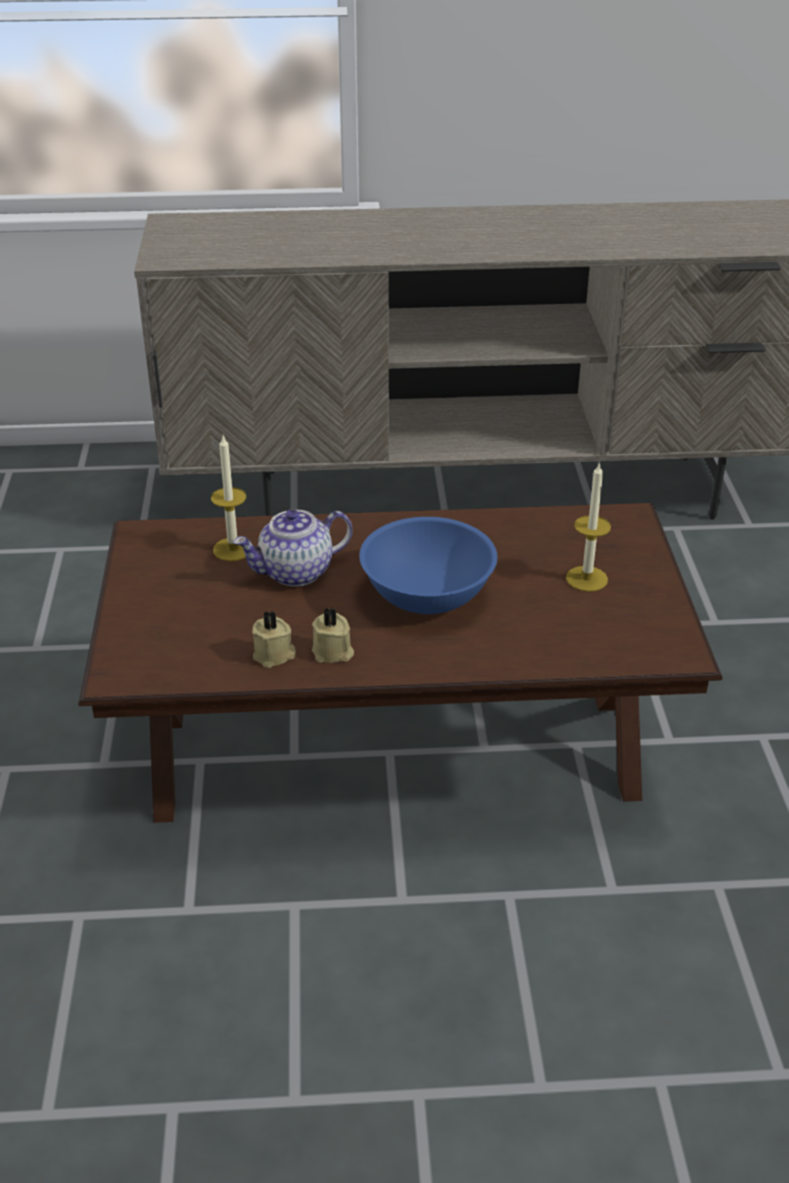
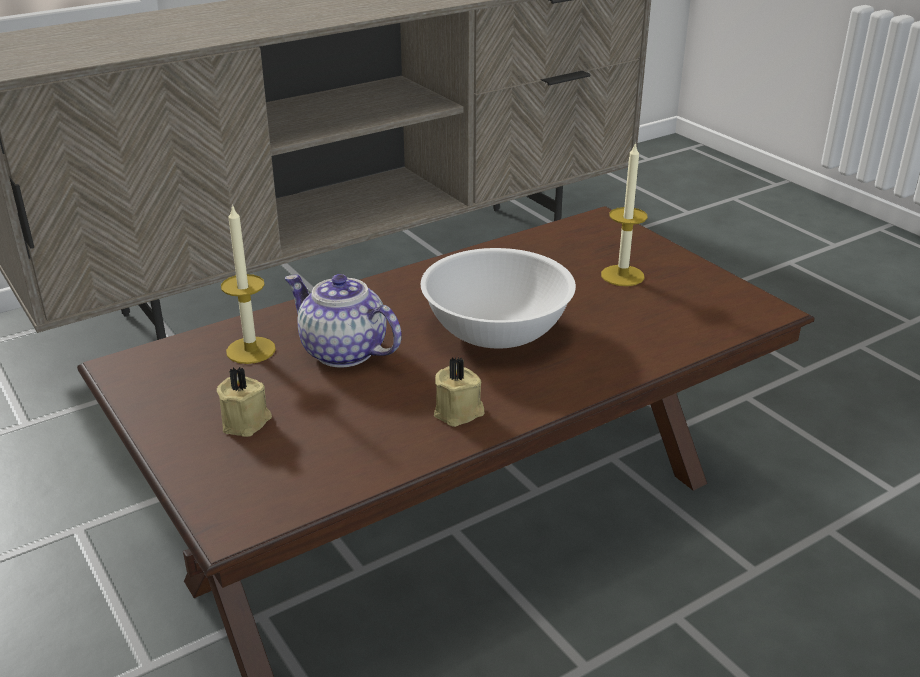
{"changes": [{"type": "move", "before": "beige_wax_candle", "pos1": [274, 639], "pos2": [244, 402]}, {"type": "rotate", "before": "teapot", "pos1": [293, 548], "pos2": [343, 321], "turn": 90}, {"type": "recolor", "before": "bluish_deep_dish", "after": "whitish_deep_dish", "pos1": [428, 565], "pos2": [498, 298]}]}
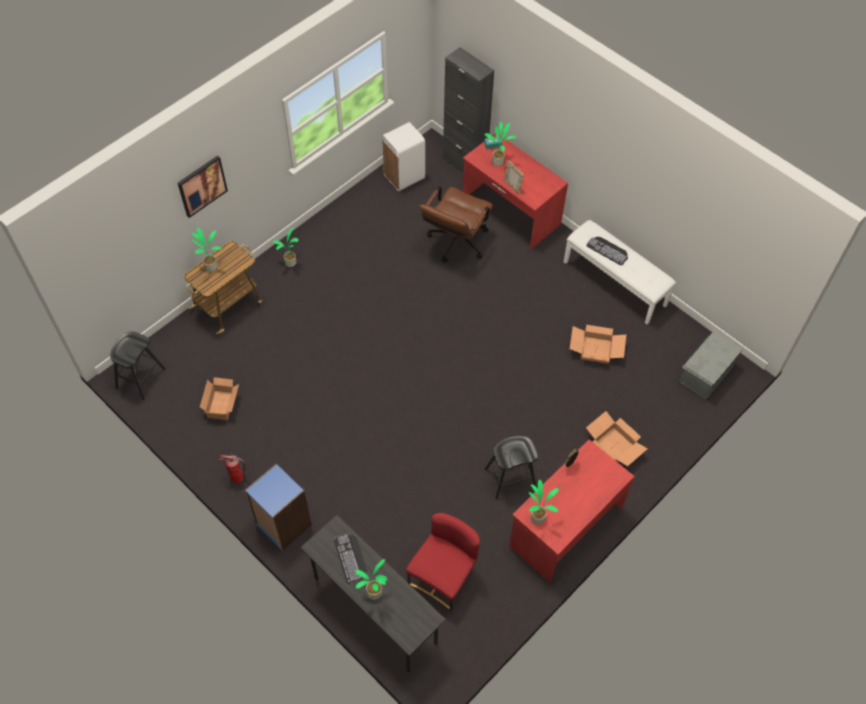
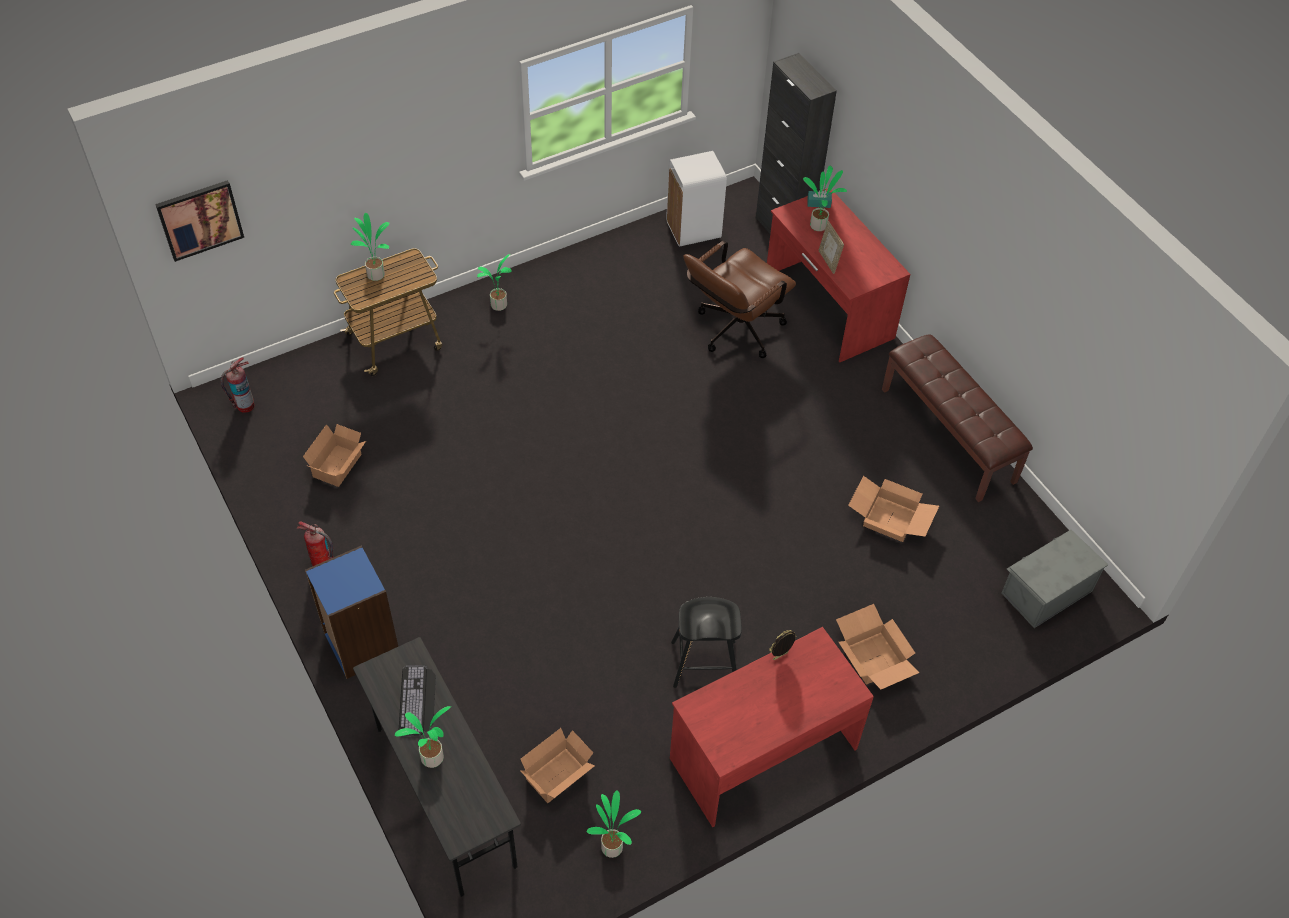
{"changes": [{"type": "move", "before": "wall_picture", "pos1": [203, 187], "pos2": [199, 221]}, {"type": "replace", "before": "blackish_sitting_stool", "after": "extinguisher", "pos1": [138, 365], "pos2": [238, 384]}, {"type": "replace", "before": "red-coloured_chair", "after": "carton", "pos1": [443, 562], "pos2": [557, 765]}, {"type": "move", "before": "potted_plant", "pos1": [544, 502], "pos2": [614, 824]}, {"type": "recolor", "before": "whitish_bench", "after": "brown-coloured_bench", "pos1": [620, 272], "pos2": [957, 418]}, {"type": "delete", "before": "computer_keyboard", "pos1": [607, 251]}]}
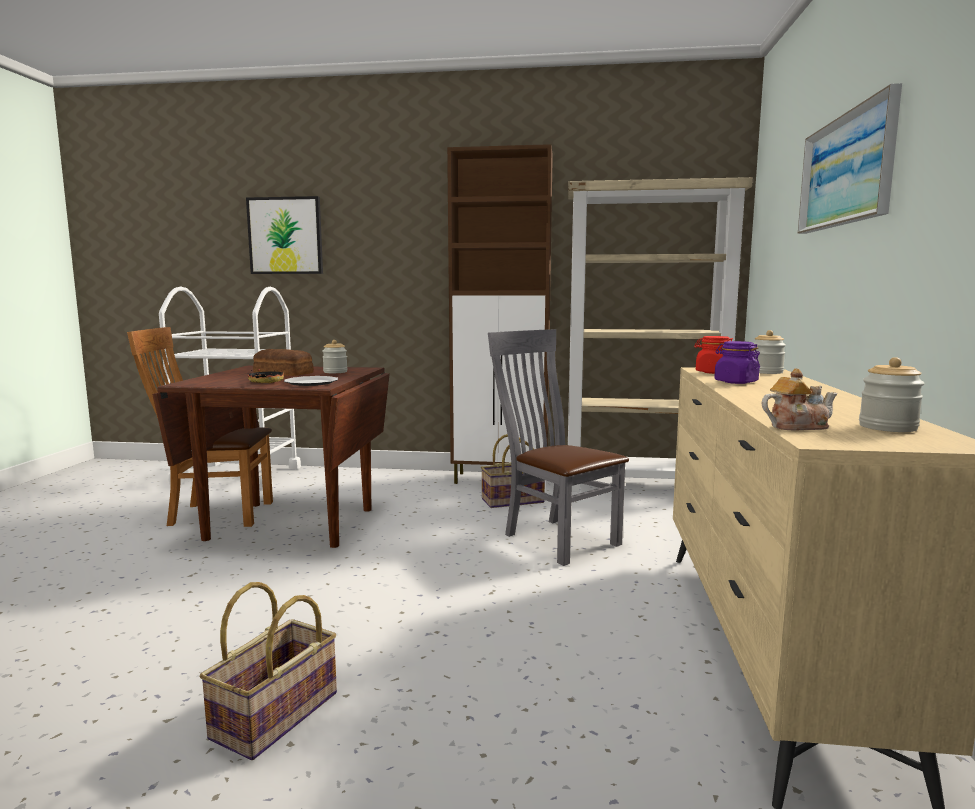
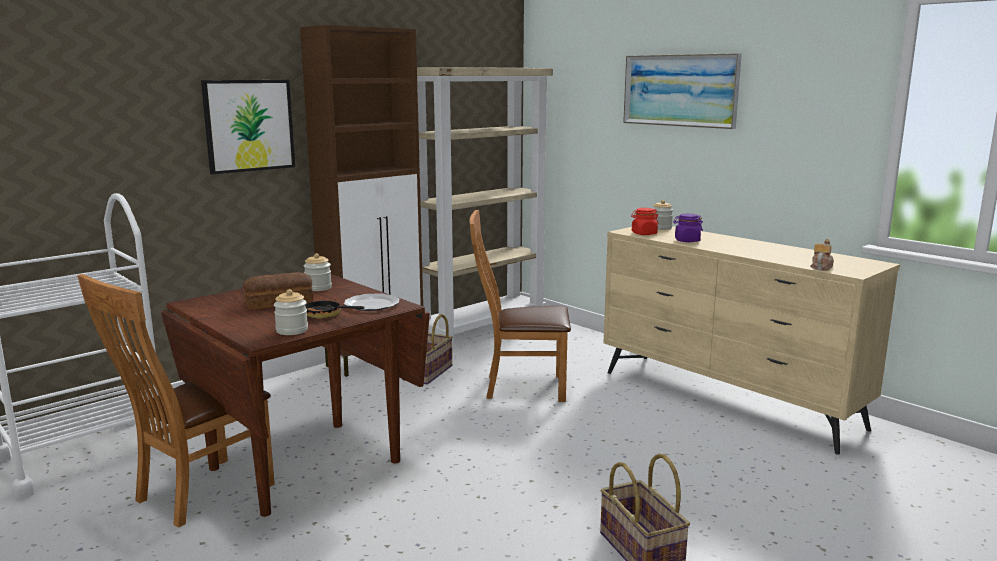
{"changes": [{"type": "move", "before": "wall_picture", "pos1": [284, 235], "pos2": [248, 127]}, {"type": "move", "before": "storage_jar", "pos1": [892, 394], "pos2": [291, 312]}, {"type": "recolor", "before": "grey_chair", "after": "brown-coloured_chair", "pos1": [558, 447], "pos2": [520, 306]}]}
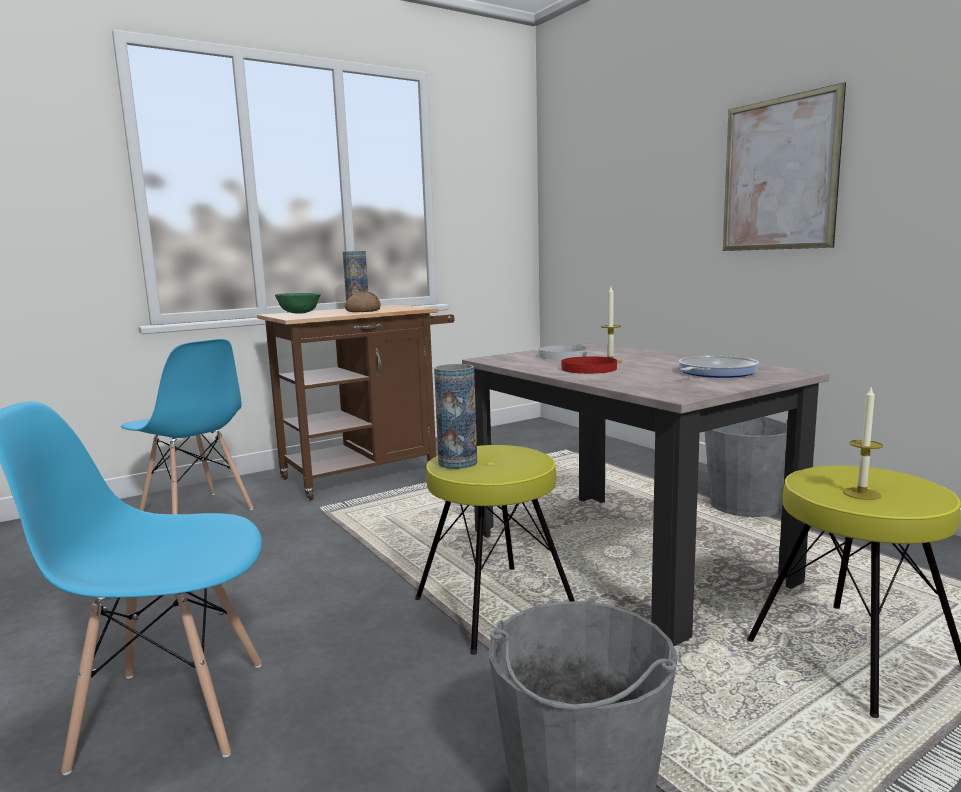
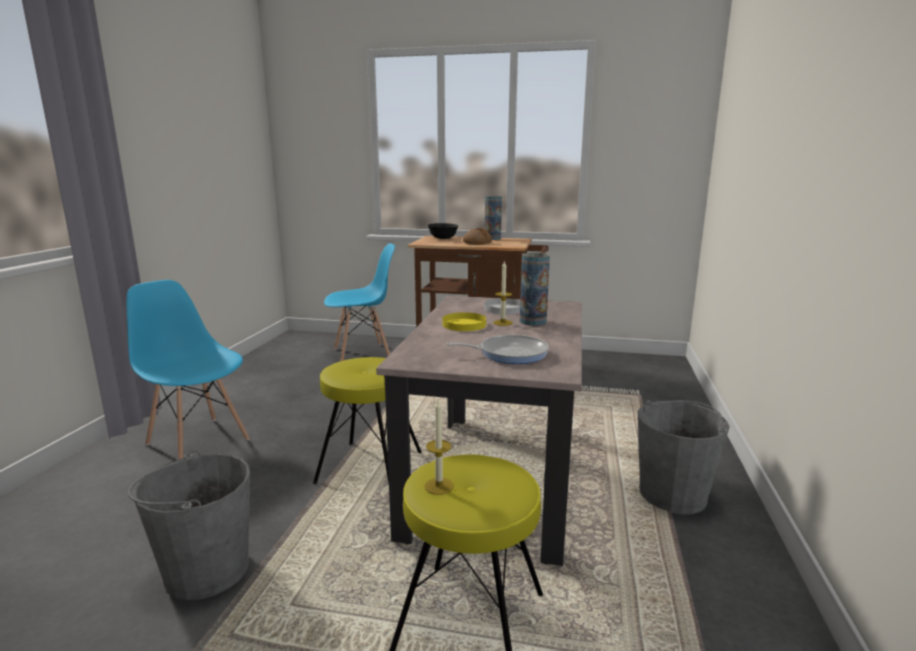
{"changes": [{"type": "rotate", "before": "bluish_chair", "pos1": [187, 426], "pos2": [359, 302], "turn": -105}, {"type": "recolor", "before": "green_deep_dish", "after": "blackish_deep_dish", "pos1": [298, 303], "pos2": [443, 231]}, {"type": "recolor", "before": "red-coloured_plate", "after": "yellow_plate", "pos1": [589, 365], "pos2": [464, 321]}, {"type": "move", "before": "flower_vase", "pos1": [455, 416], "pos2": [535, 289]}, {"type": "delete", "before": "wall_picture", "pos1": [784, 166]}]}
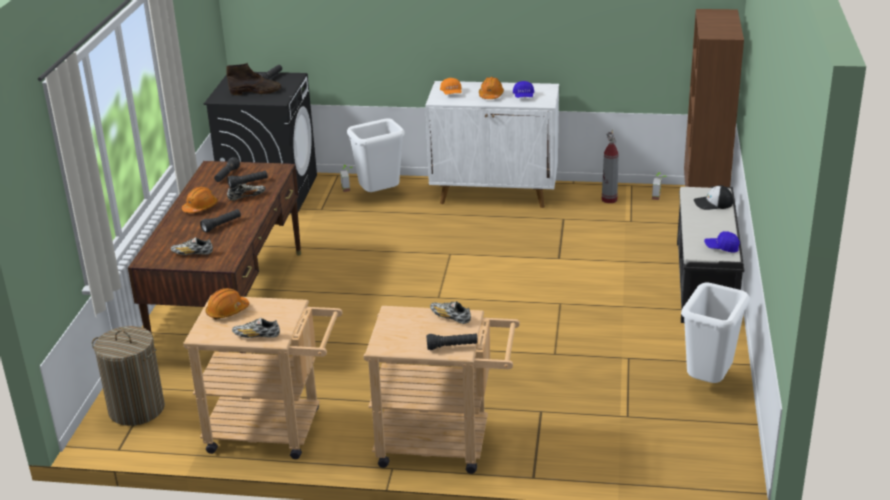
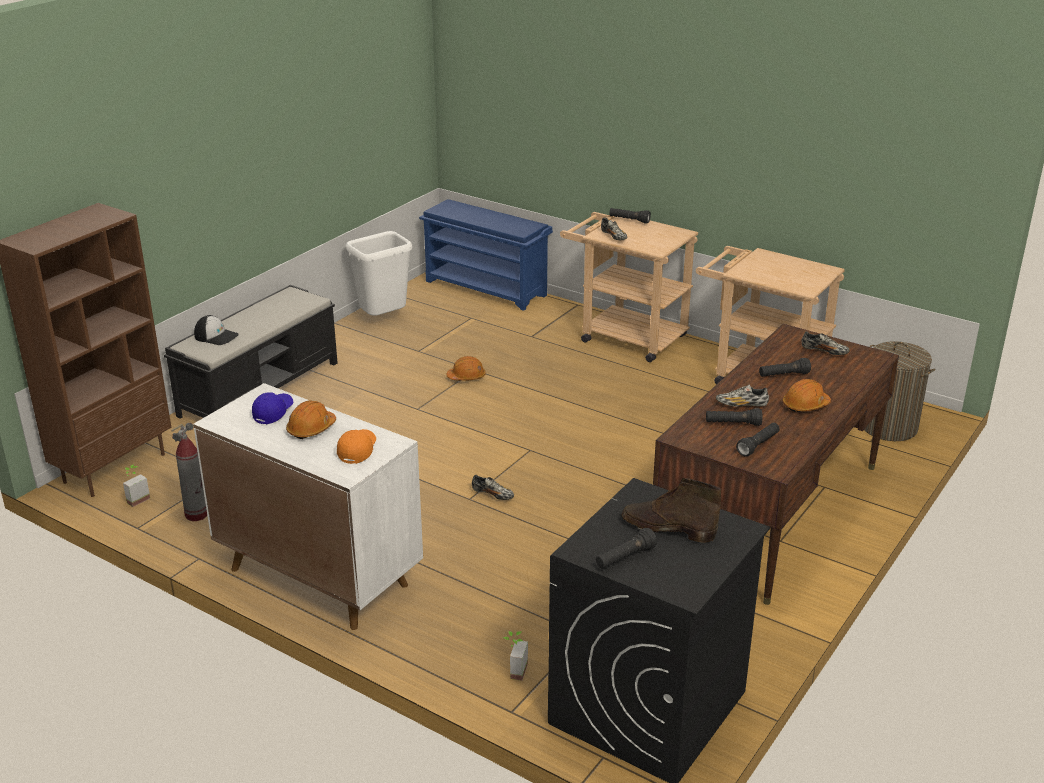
{"changes": [{"type": "insert", "after": "bluish_shoe_stand", "pos2": [486, 255]}, {"type": "move", "before": "orange-coloured_safety_helmet", "pos1": [227, 303], "pos2": [466, 368]}, {"type": "move", "before": "item_of_footwear", "pos1": [256, 328], "pos2": [493, 487]}, {"type": "delete", "before": "whitish_rubbish_bin", "pos1": [376, 155]}, {"type": "delete", "before": "bluish_cap", "pos1": [722, 241]}]}
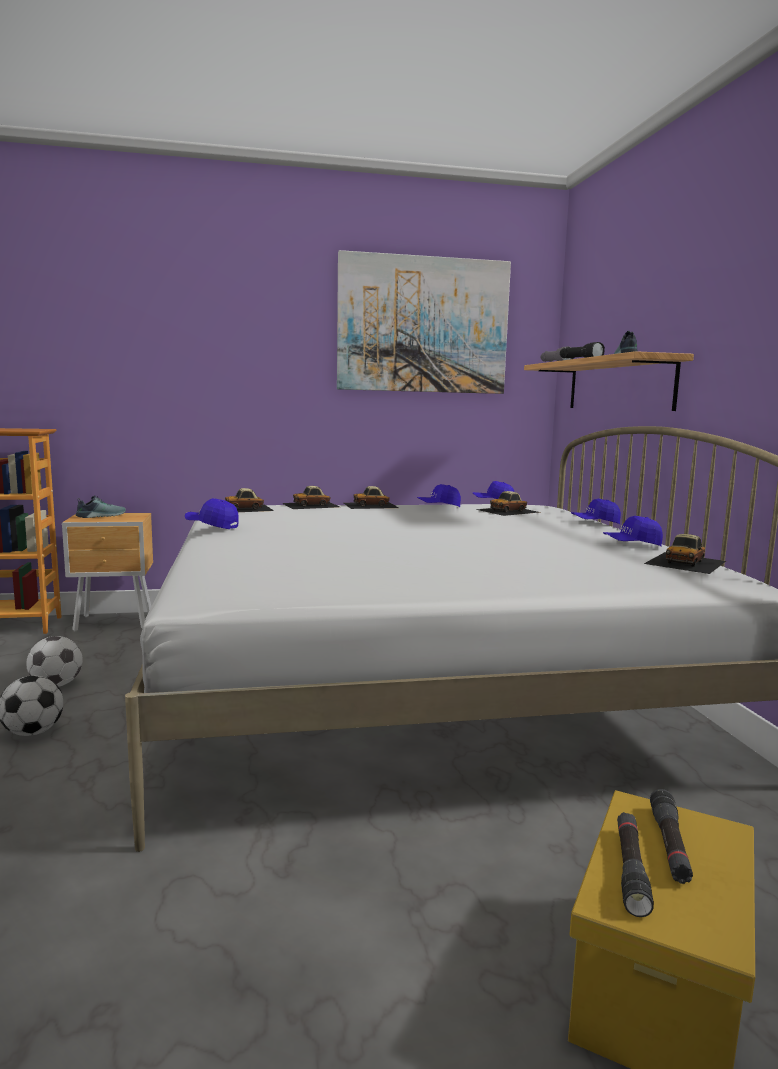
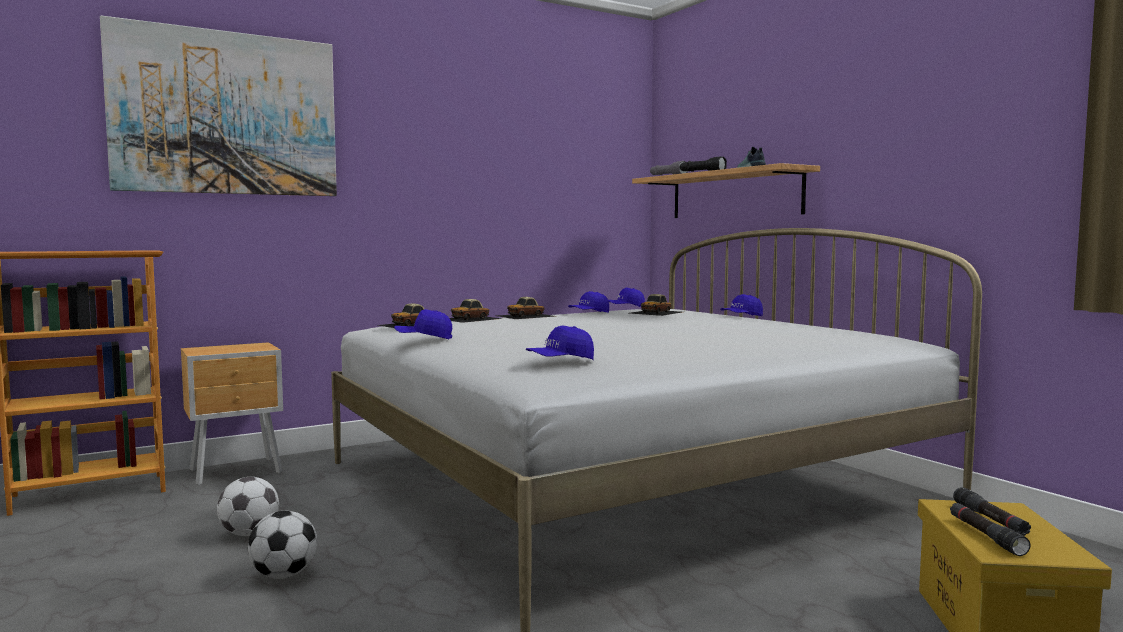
{"changes": [{"type": "move", "before": "wall_picture", "pos1": [424, 322], "pos2": [218, 106]}, {"type": "move", "before": "bluish_cap", "pos1": [633, 531], "pos2": [560, 343]}, {"type": "delete", "before": "item_of_footwear", "pos1": [101, 506]}, {"type": "delete", "before": "toy_car", "pos1": [685, 554]}]}
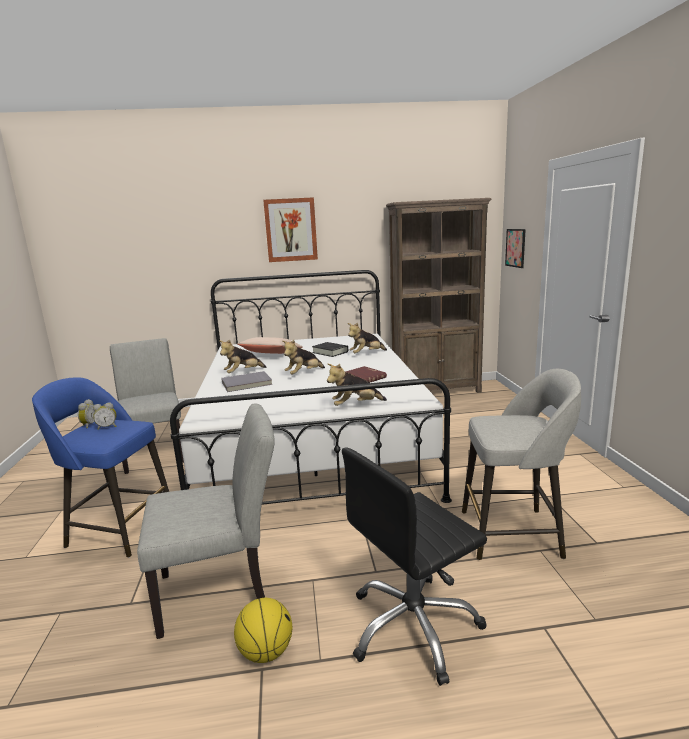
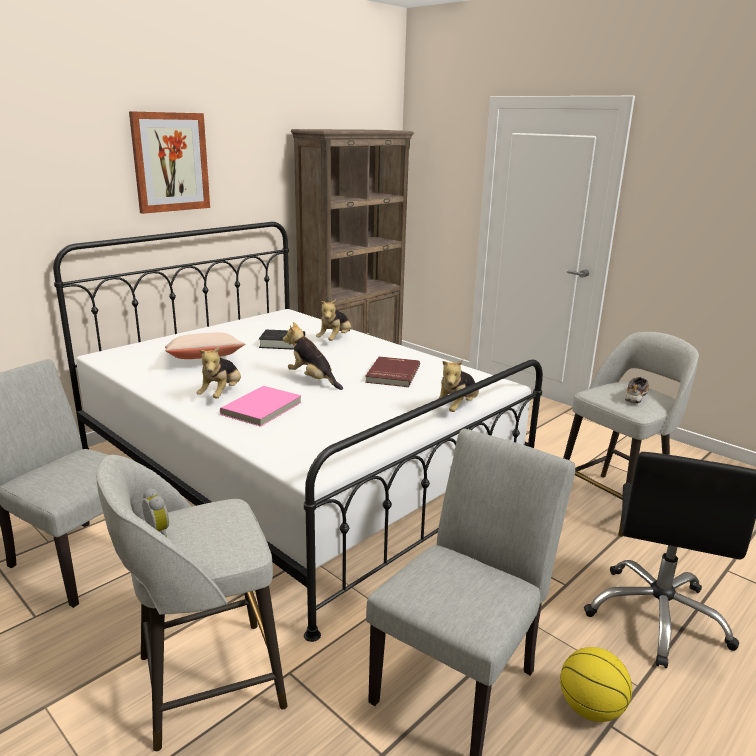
{"changes": [{"type": "recolor", "before": "bluish_sitting_stool", "after": "grey_sitting_stool", "pos1": [100, 467], "pos2": [191, 603]}, {"type": "recolor", "before": "grey_book", "after": "pink_book", "pos1": [246, 381], "pos2": [261, 406]}, {"type": "rotate", "before": "cuddly_toy", "pos1": [304, 357], "pos2": [313, 356], "turn": 120}, {"type": "insert", "after": "item_of_footwear", "pos2": [637, 390]}, {"type": "delete", "before": "table_clock", "pos1": [105, 416]}, {"type": "delete", "before": "wall_picture", "pos1": [515, 248]}]}
